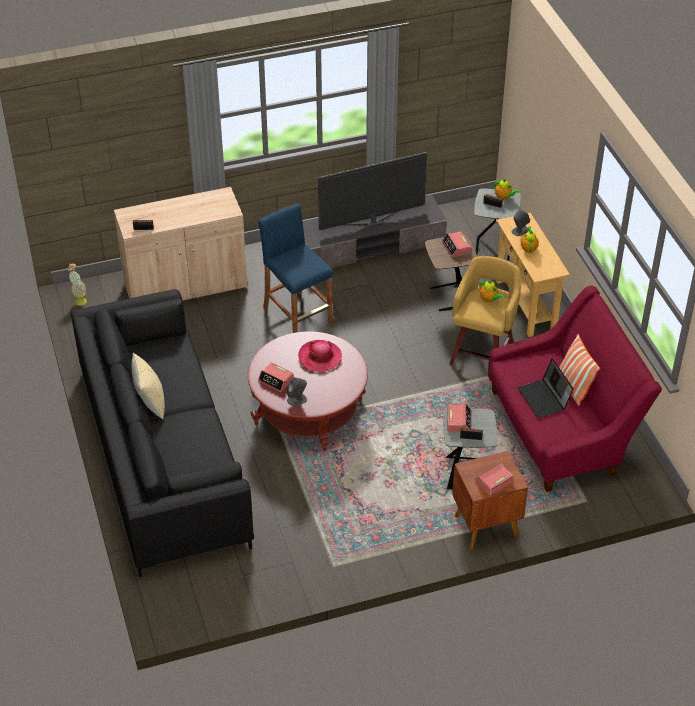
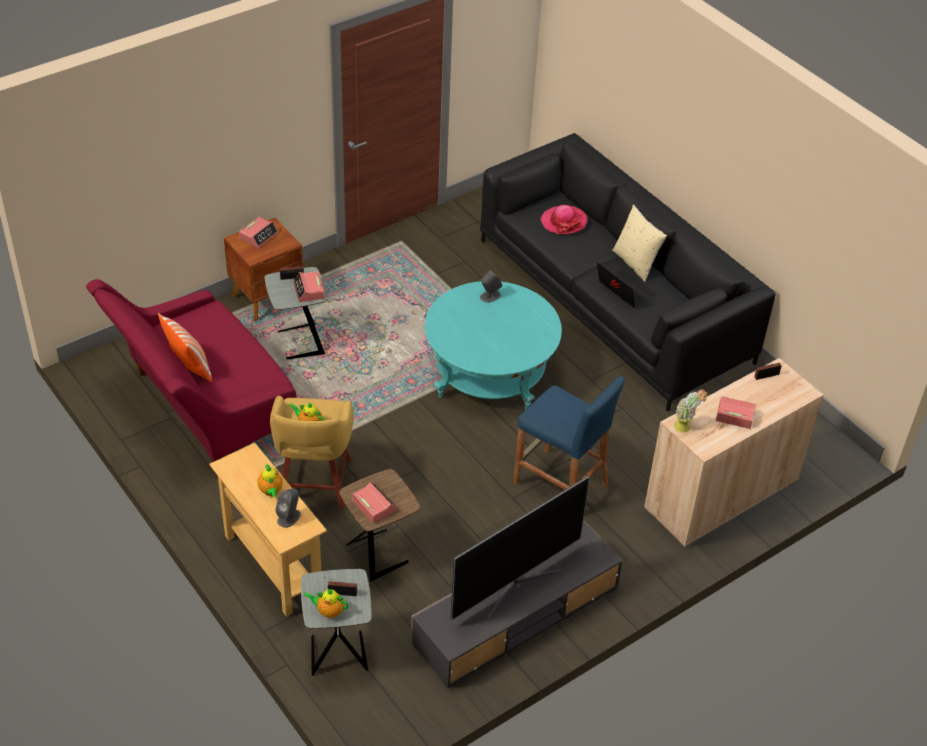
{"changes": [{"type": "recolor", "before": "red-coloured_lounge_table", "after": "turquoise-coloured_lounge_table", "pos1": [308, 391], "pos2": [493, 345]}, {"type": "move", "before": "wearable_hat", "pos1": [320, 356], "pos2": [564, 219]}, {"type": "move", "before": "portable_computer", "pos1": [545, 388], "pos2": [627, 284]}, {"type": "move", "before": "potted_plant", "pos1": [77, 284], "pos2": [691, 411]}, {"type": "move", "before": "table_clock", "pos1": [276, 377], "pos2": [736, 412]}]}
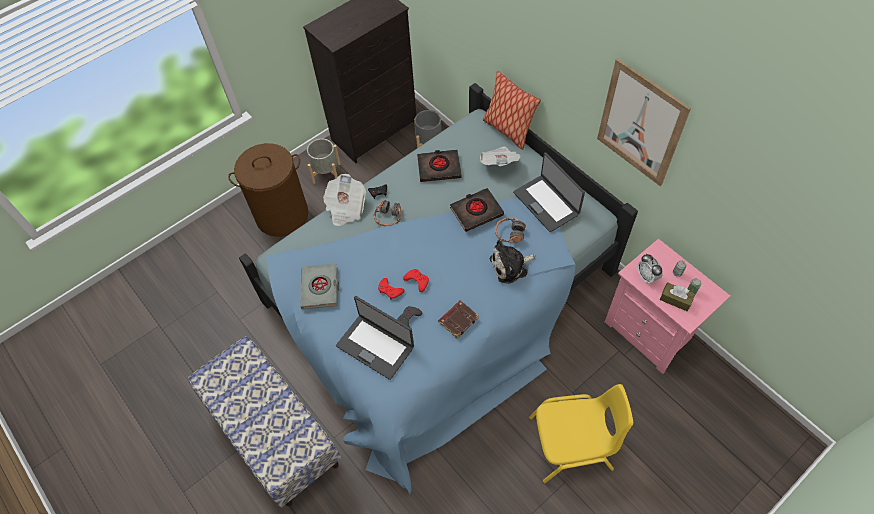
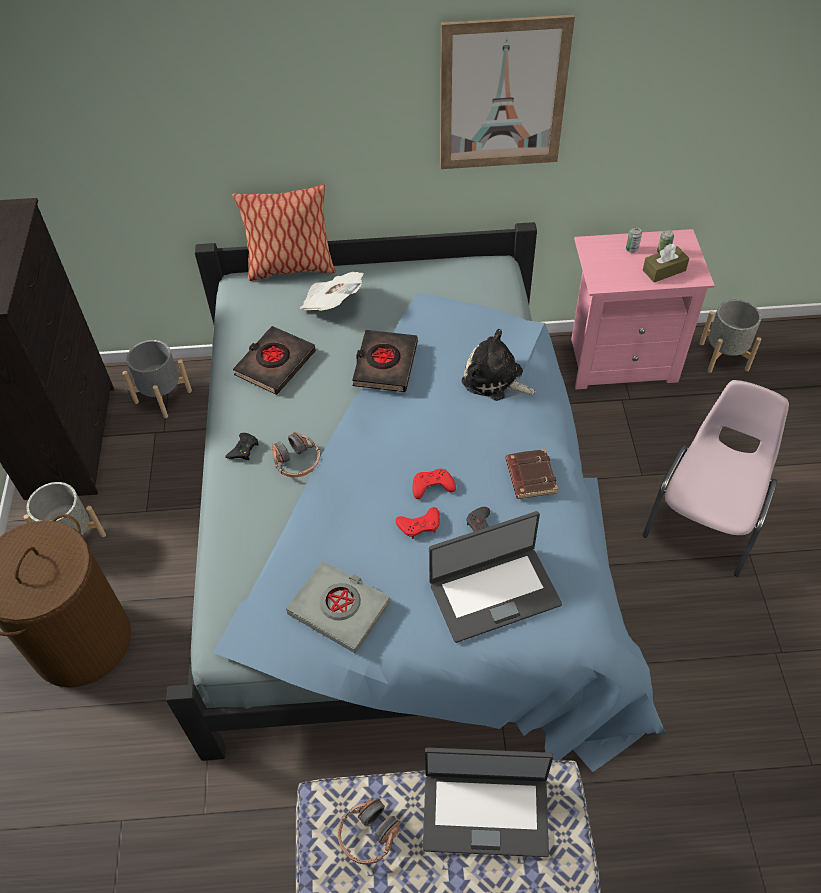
{"changes": [{"type": "move", "before": "headset", "pos1": [510, 231], "pos2": [369, 831]}, {"type": "move", "before": "portable_computer", "pos1": [549, 192], "pos2": [488, 802]}, {"type": "rotate", "before": "cuddly_toy", "pos1": [512, 262], "pos2": [499, 365], "turn": 105}, {"type": "recolor", "before": "yellow_chair", "after": "pink_chair", "pos1": [581, 433], "pos2": [716, 478]}, {"type": "insert", "after": "grey_planter", "pos2": [730, 336]}, {"type": "delete", "before": "printed_paper", "pos1": [344, 200]}, {"type": "delete", "before": "table_clock", "pos1": [650, 269]}]}
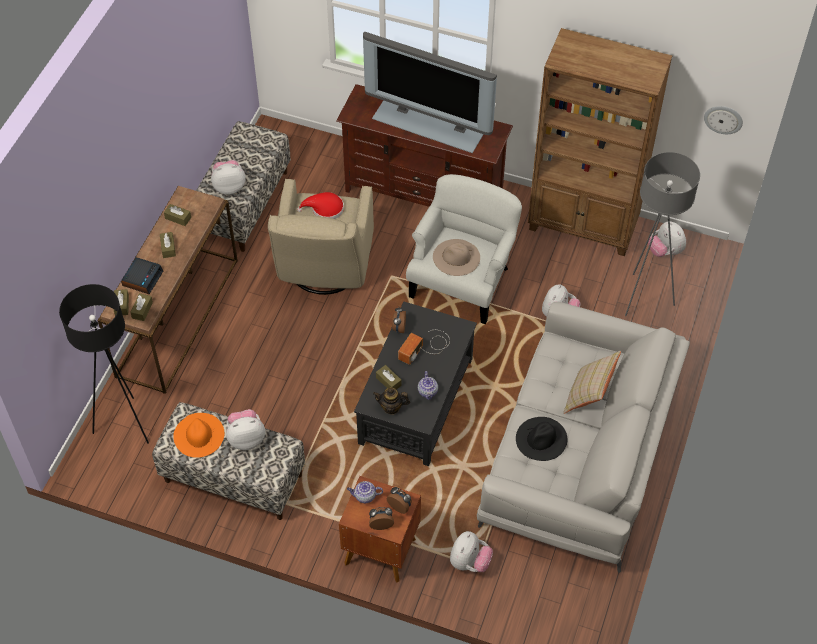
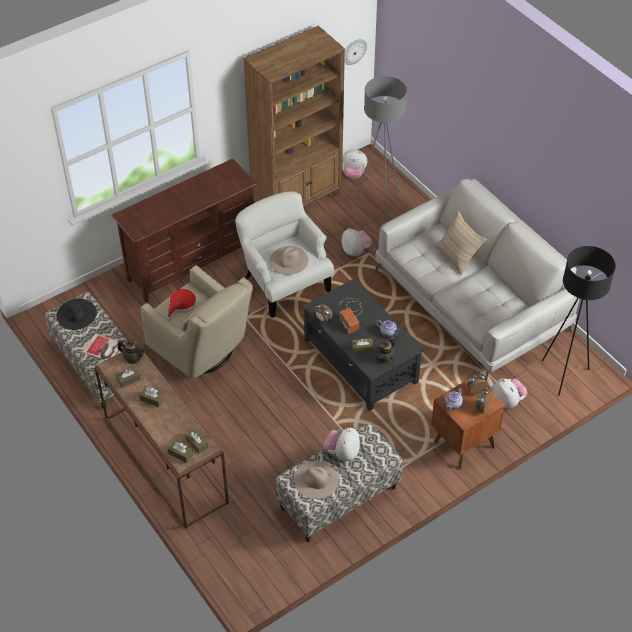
{"changes": [{"type": "move", "before": "blackish_wearable_hat", "pos1": [542, 439], "pos2": [76, 314]}, {"type": "replace", "before": "cuddly_toy", "after": "book", "pos1": [228, 177], "pos2": [103, 346]}, {"type": "insert", "after": "teapot", "pos2": [131, 352]}, {"type": "recolor", "before": "orange-coloured_wearable_hat", "after": "beige_wearable_hat", "pos1": [198, 435], "pos2": [316, 480]}, {"type": "move", "before": "blackish_floor_lamp", "pos1": [104, 364], "pos2": [579, 321]}, {"type": "delete", "before": "table_clock", "pos1": [142, 275]}, {"type": "delete", "before": "television", "pos1": [430, 92]}]}
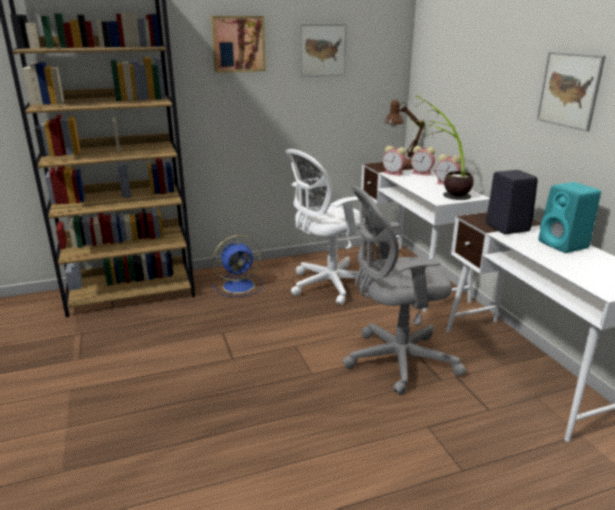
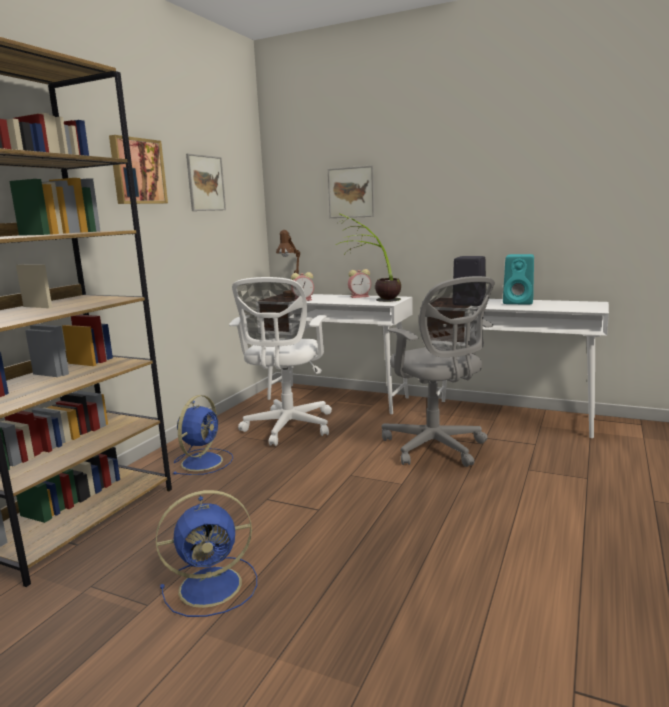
{"changes": [{"type": "insert", "after": "bluish_electric_fan", "pos2": [206, 553]}, {"type": "move", "before": "wall_picture", "pos1": [571, 91], "pos2": [351, 191]}, {"type": "rotate", "before": "grey_office_chair", "pos1": [404, 290], "pos2": [438, 371], "turn": -60}, {"type": "delete", "before": "table_clock", "pos1": [423, 161]}]}
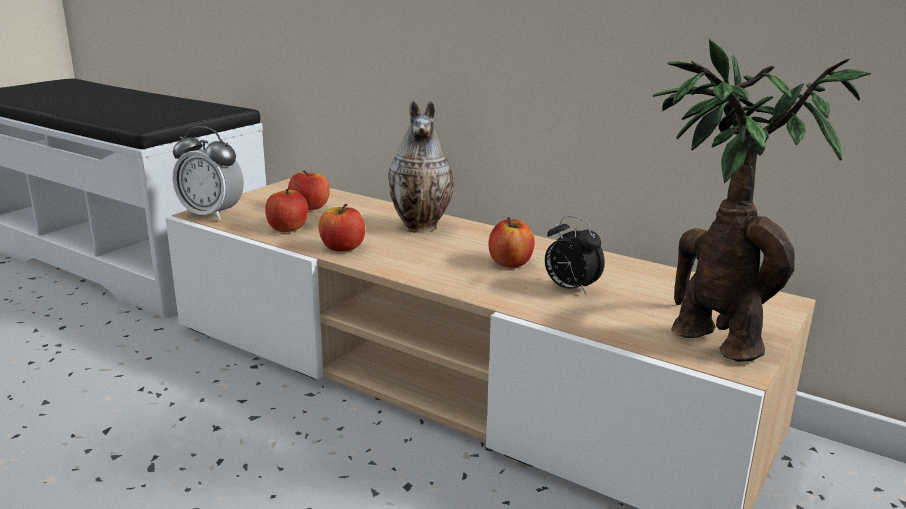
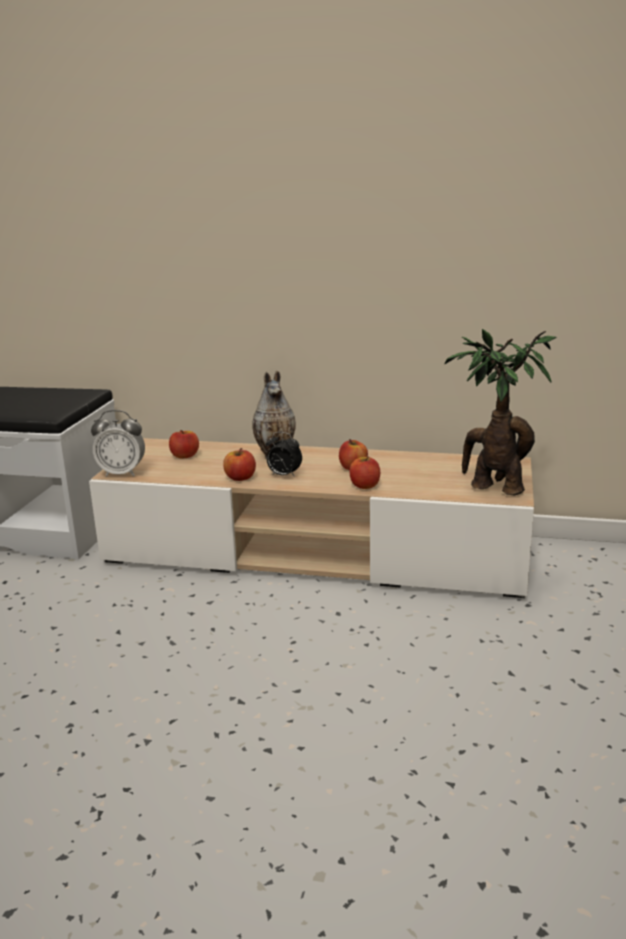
{"changes": [{"type": "move", "before": "table_clock", "pos1": [575, 256], "pos2": [284, 454]}, {"type": "move", "before": "apple", "pos1": [286, 210], "pos2": [365, 472]}]}
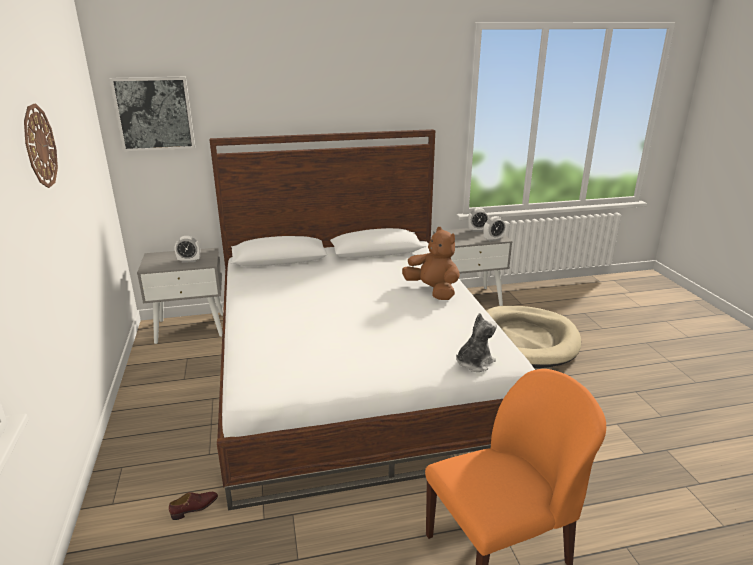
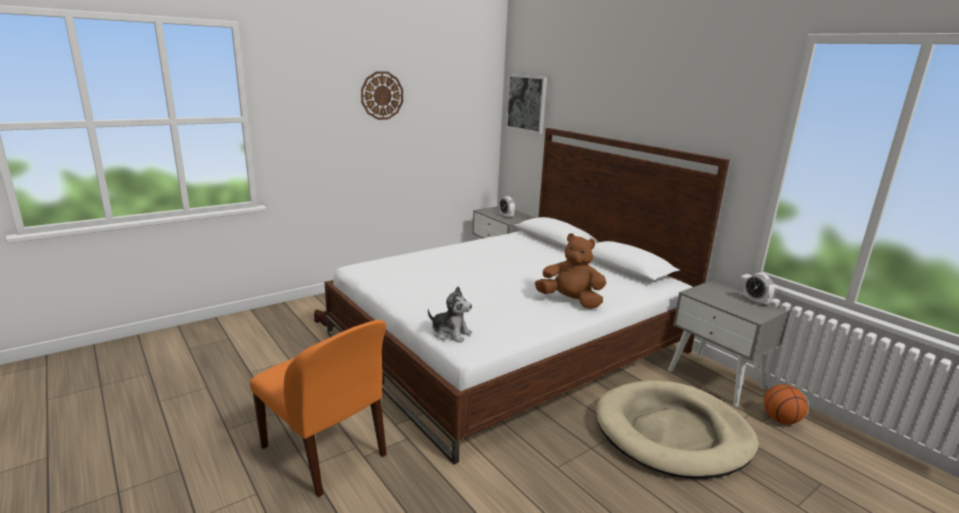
{"changes": [{"type": "rotate", "before": "brown-coloured_cuddly_toy", "pos1": [431, 263], "pos2": [570, 271], "turn": -90}, {"type": "insert", "after": "basketball", "pos2": [786, 404]}, {"type": "delete", "before": "table_clock", "pos1": [495, 229]}]}
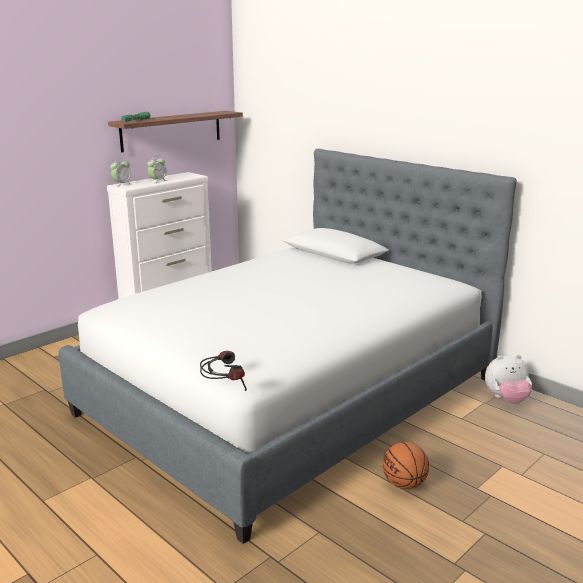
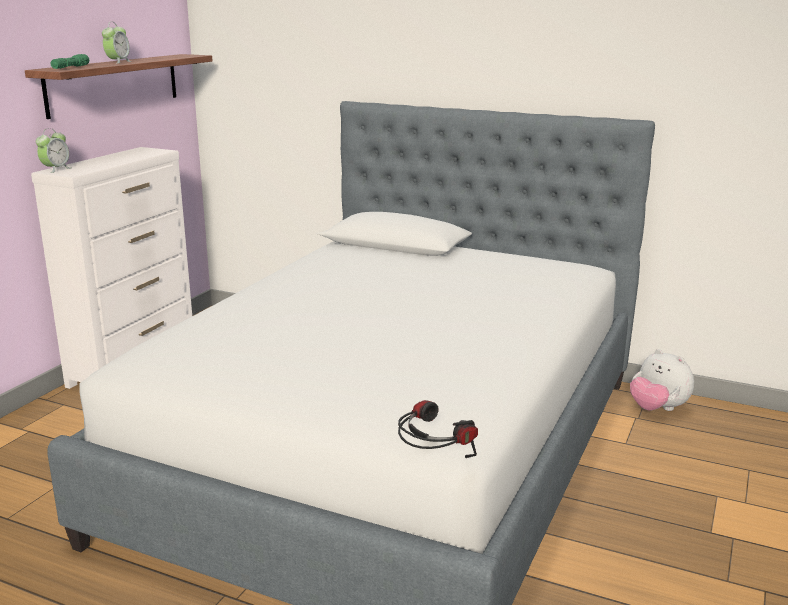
{"changes": [{"type": "move", "before": "table_clock", "pos1": [157, 169], "pos2": [117, 43]}, {"type": "rotate", "before": "cuddly_toy", "pos1": [508, 379], "pos2": [662, 380], "turn": 75}, {"type": "delete", "before": "basketball", "pos1": [406, 465]}]}
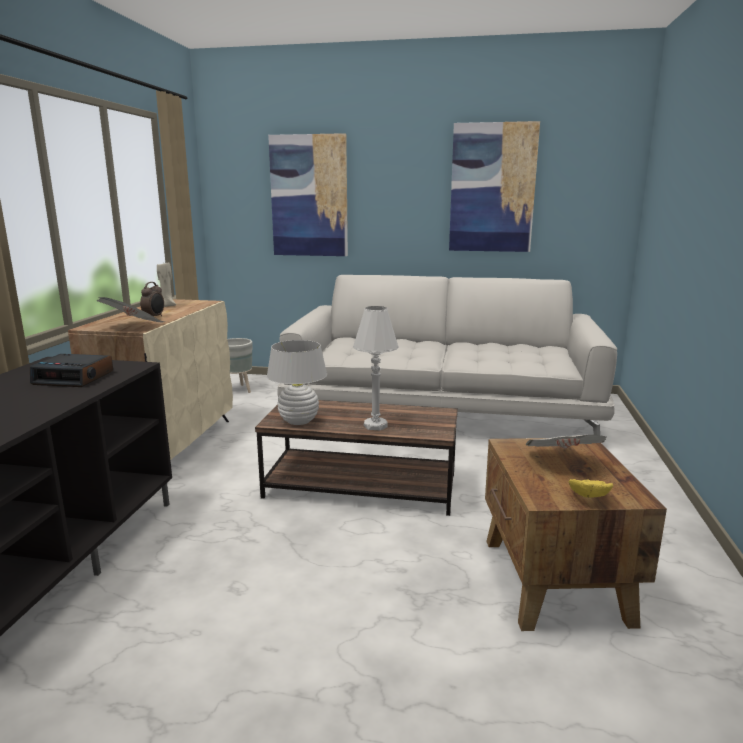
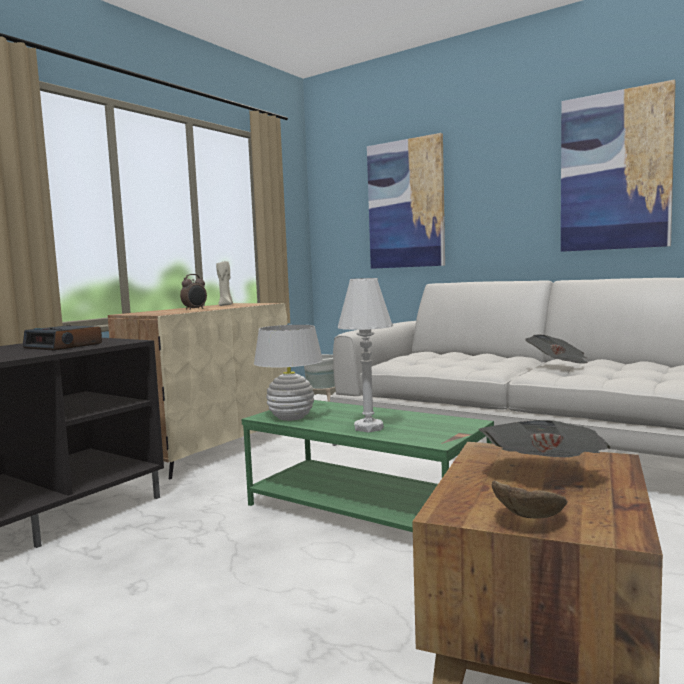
{"changes": [{"type": "recolor", "before": "brown-coloured_lounge_table", "after": "green_lounge_table", "pos1": [356, 458], "pos2": [368, 466]}, {"type": "recolor", "before": "yellow_deep_dish", "after": "brown-coloured_deep_dish", "pos1": [591, 488], "pos2": [530, 500]}, {"type": "move", "before": "printed_paper", "pos1": [130, 309], "pos2": [556, 349]}]}
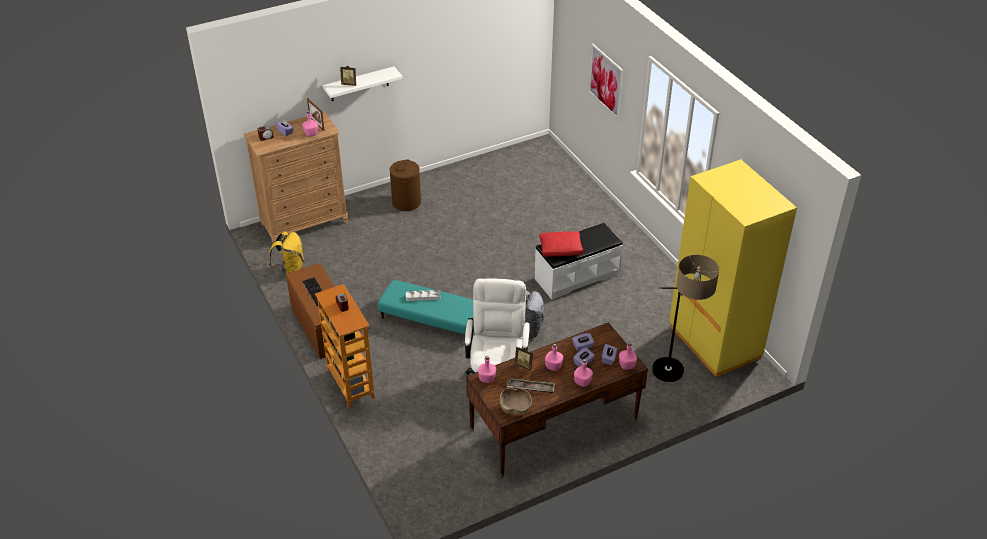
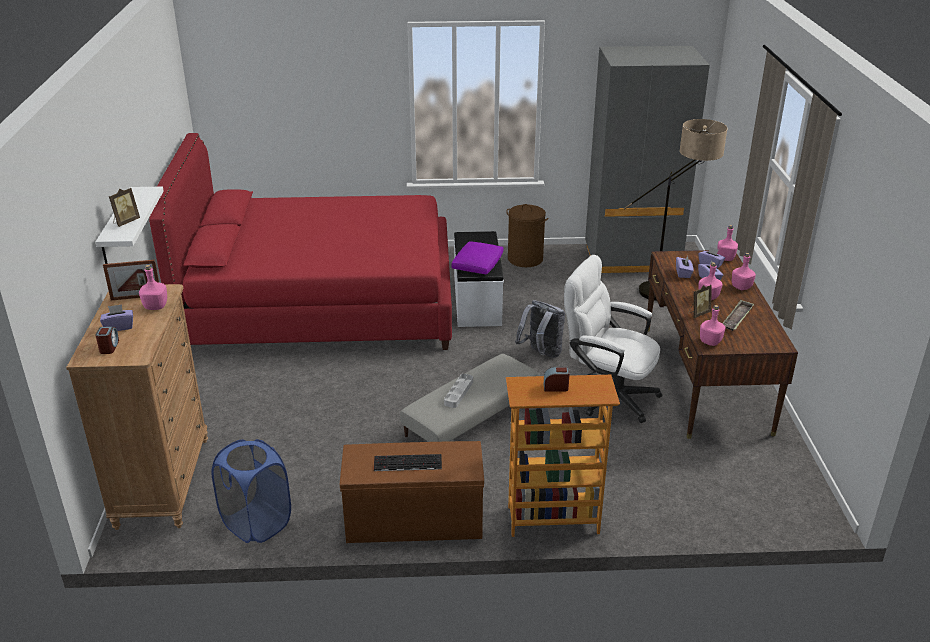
{"changes": [{"type": "insert", "after": "red-coloured_bed", "pos2": [300, 241]}, {"type": "replace", "before": "yellow_knapsack", "after": "bluish_hamper", "pos1": [287, 252], "pos2": [251, 491]}, {"type": "recolor", "before": "turquoise-coloured_ottoman", "after": "grey_ottoman", "pos1": [426, 307], "pos2": [470, 398]}, {"type": "recolor", "before": "red-coloured_throw_pillow", "after": "purple-coloured_throw_pillow", "pos1": [561, 243], "pos2": [477, 257]}, {"type": "move", "before": "brown-coloured_hamper", "pos1": [405, 185], "pos2": [527, 235]}, {"type": "recolor", "before": "yellow_armoire", "after": "grey_armoire", "pos1": [733, 268], "pos2": [647, 159]}, {"type": "delete", "before": "brown-coloured_deep_dish", "pos1": [516, 401]}, {"type": "delete", "before": "wall_picture", "pos1": [605, 81]}]}
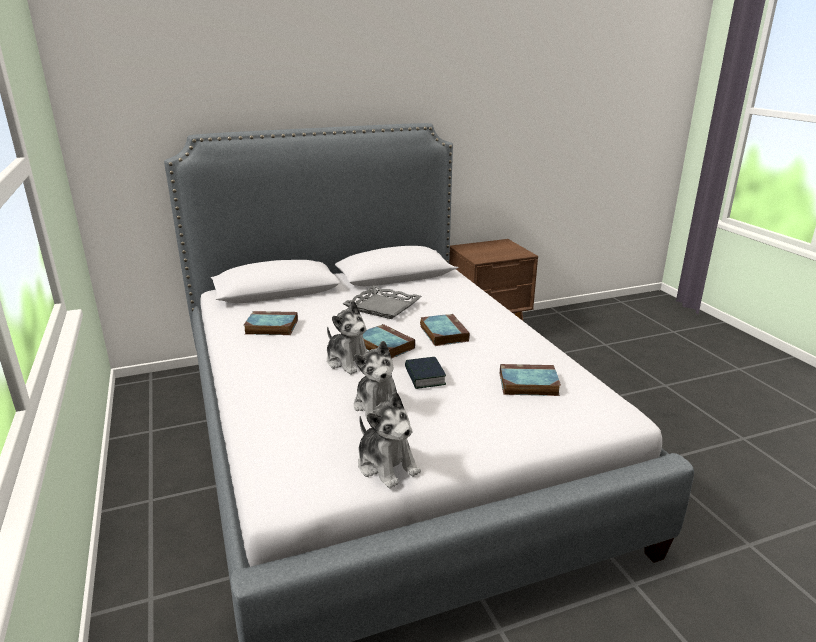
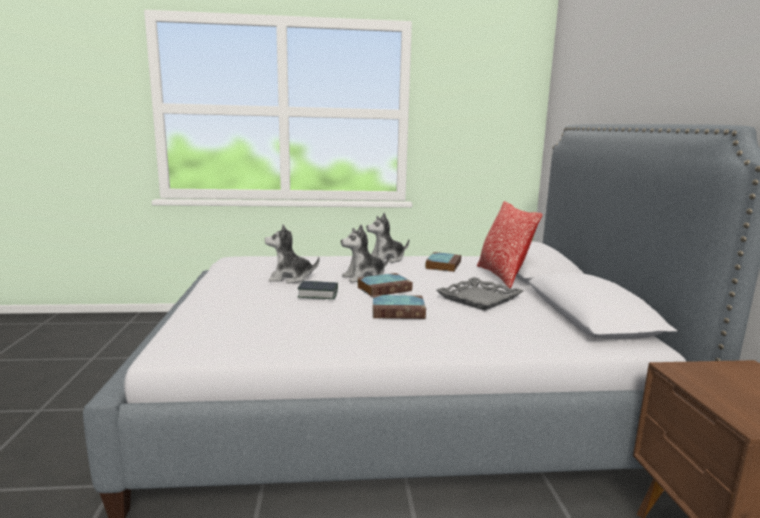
{"changes": [{"type": "move", "before": "cuddly_toy", "pos1": [389, 440], "pos2": [387, 238]}, {"type": "insert", "after": "throw_pillow", "pos2": [509, 245]}, {"type": "delete", "before": "book", "pos1": [530, 380]}]}
